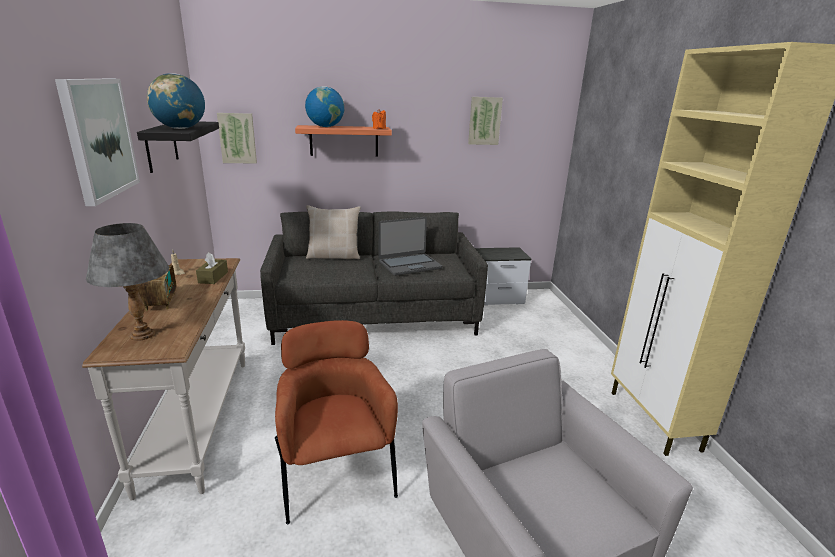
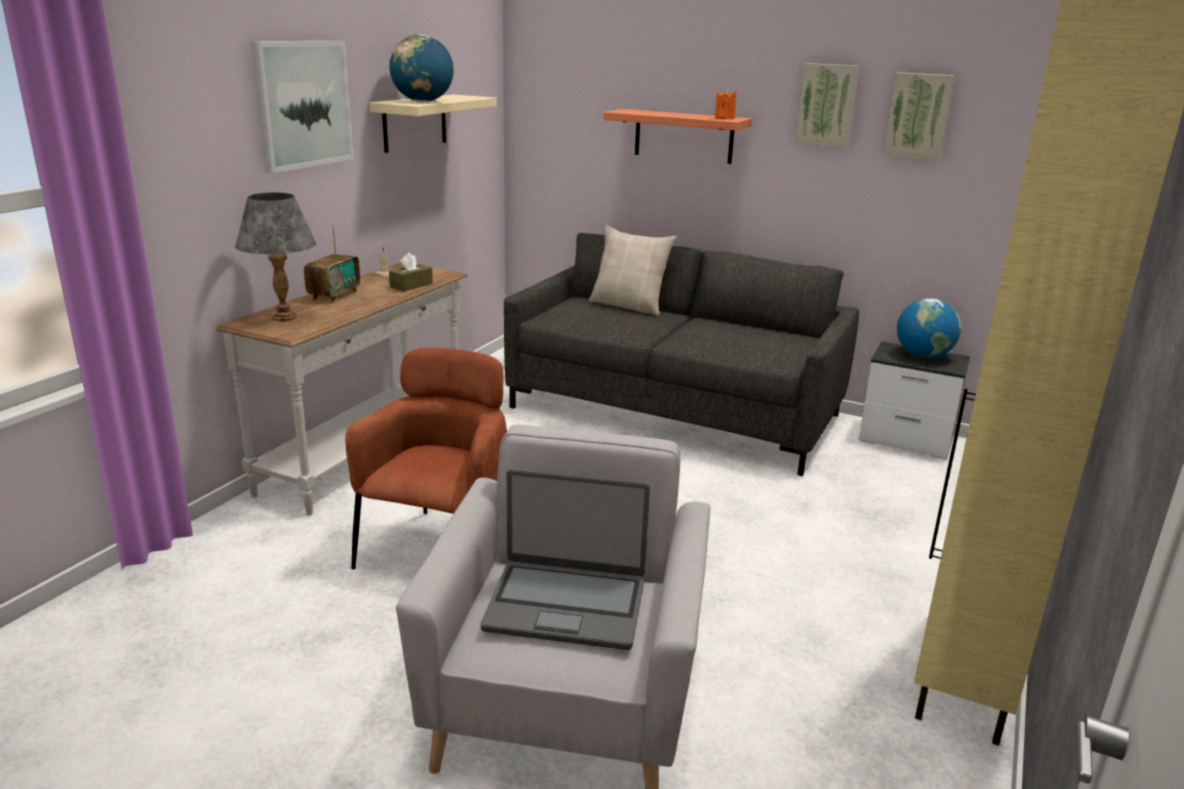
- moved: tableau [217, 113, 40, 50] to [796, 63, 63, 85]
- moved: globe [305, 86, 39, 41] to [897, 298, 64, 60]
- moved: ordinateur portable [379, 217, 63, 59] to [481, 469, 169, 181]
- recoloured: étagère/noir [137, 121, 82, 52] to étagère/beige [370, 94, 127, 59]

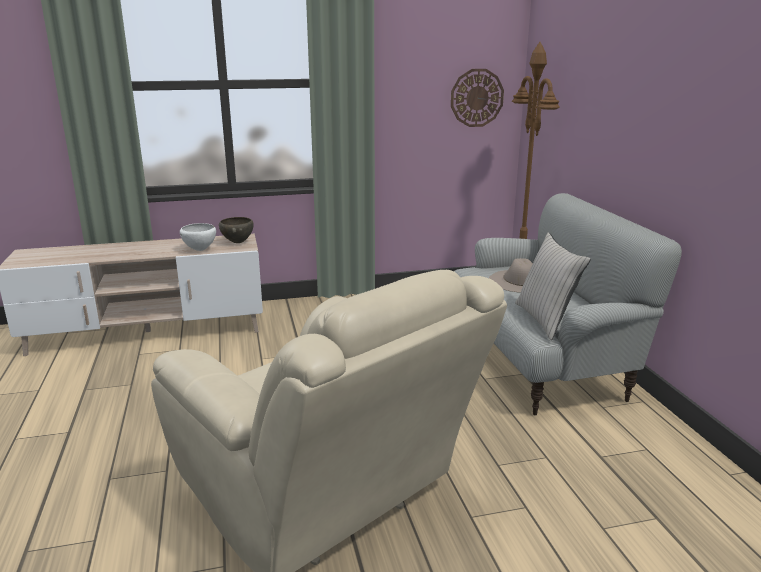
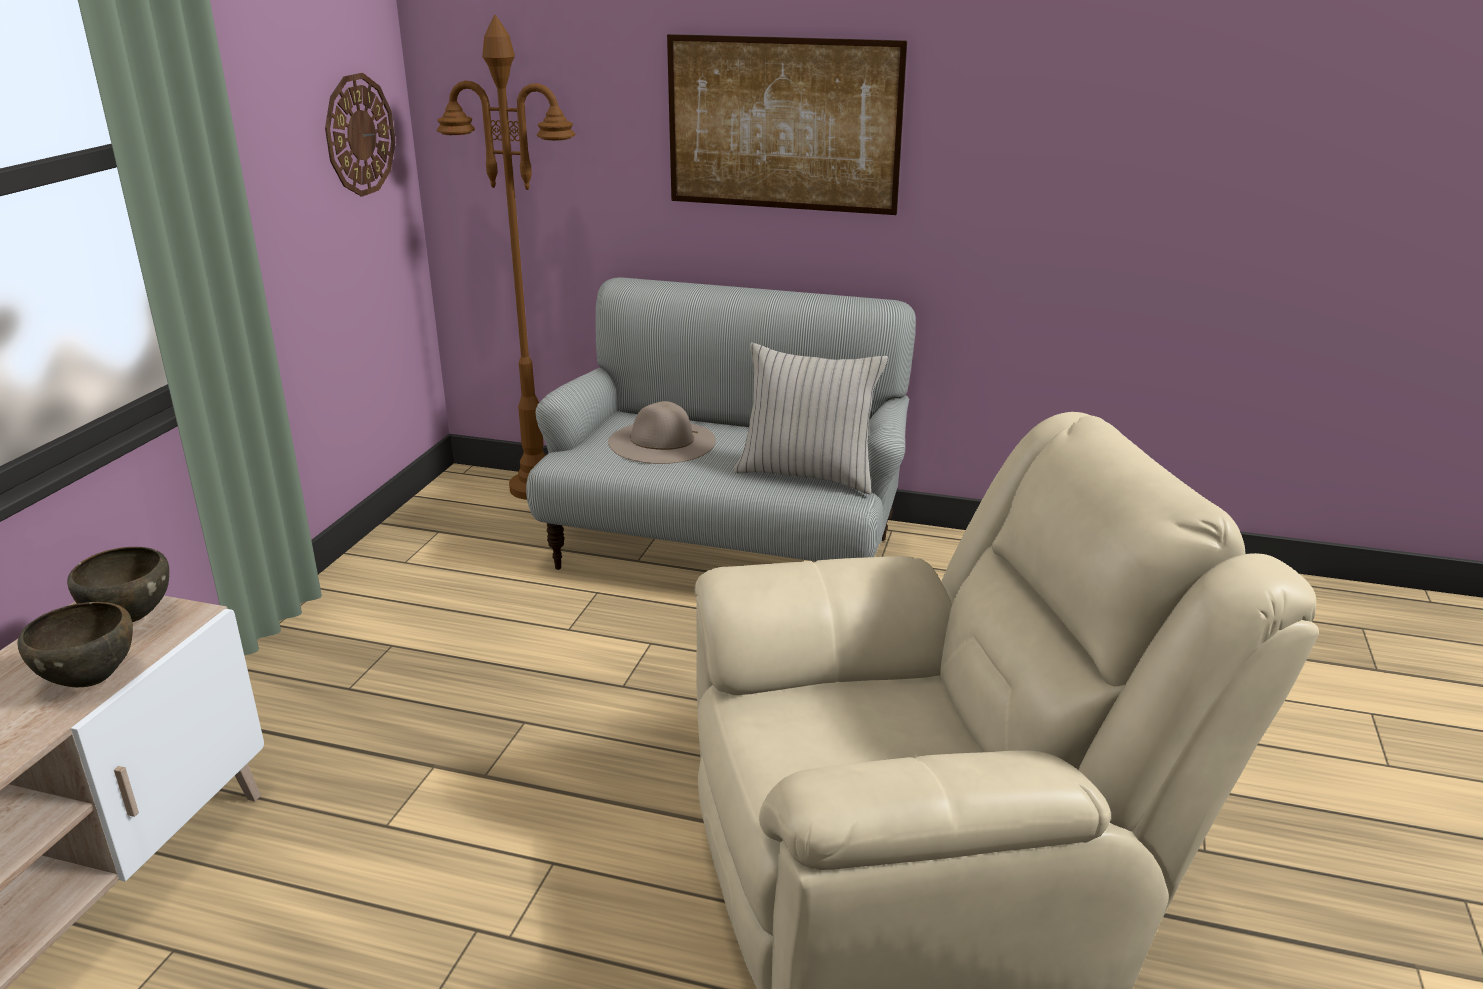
- added: tableau [667, 34, 240, 181]
- recoloured: bol/blanc [180, 223, 36, 28] to bol/marron [18, 602, 115, 85]

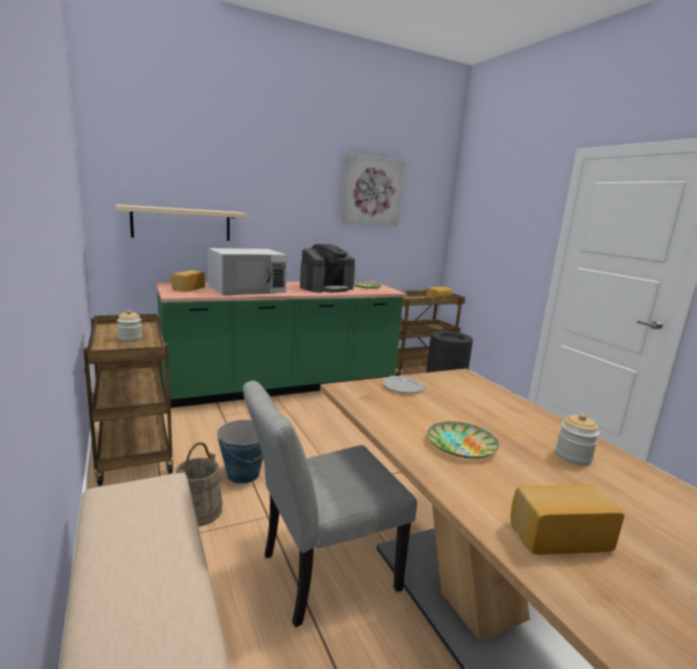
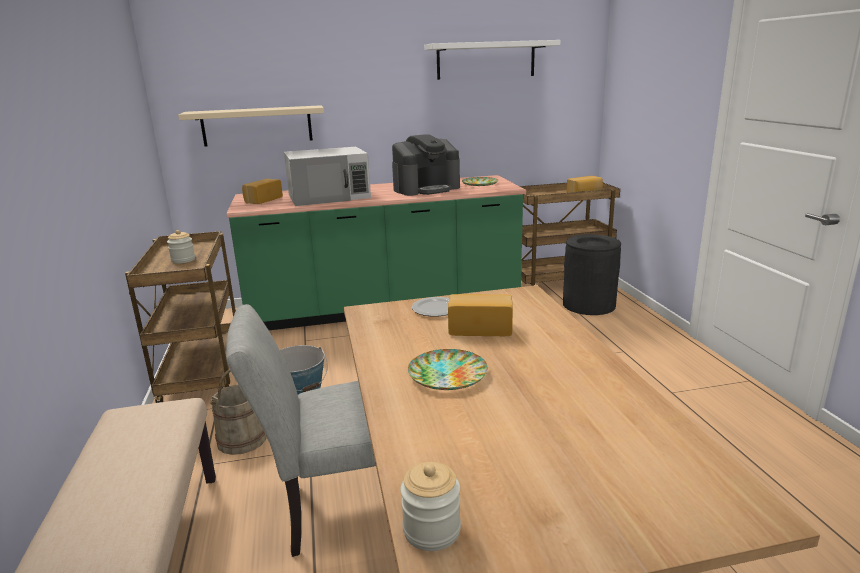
- moved: pain [511, 485, 113, 70] to [448, 294, 65, 42]
- moved: bocal [555, 414, 45, 52] to [400, 462, 61, 89]
- replaced: tableau [341, 153, 64, 73] to étagère/blanc [424, 40, 137, 40]

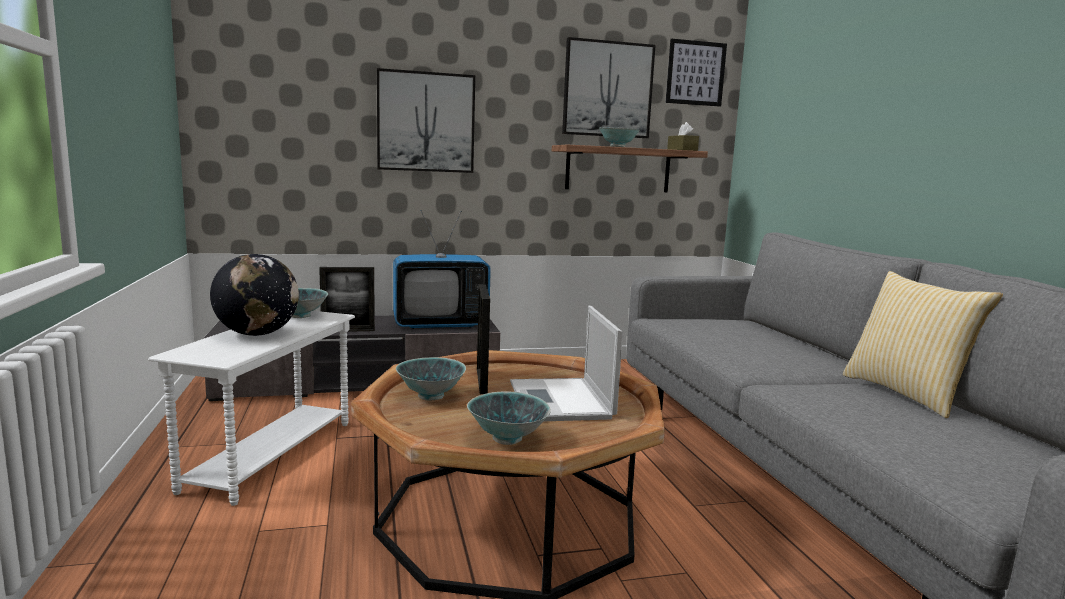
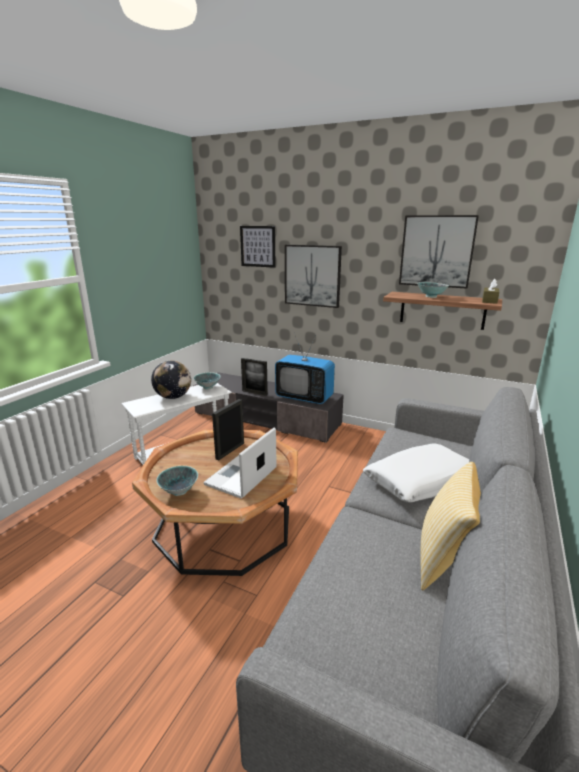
- removed: bol [396, 357, 70, 44]
- added: coussin/blanc [363, 443, 106, 60]
- moved: tableau [666, 38, 61, 69] to [240, 226, 36, 42]

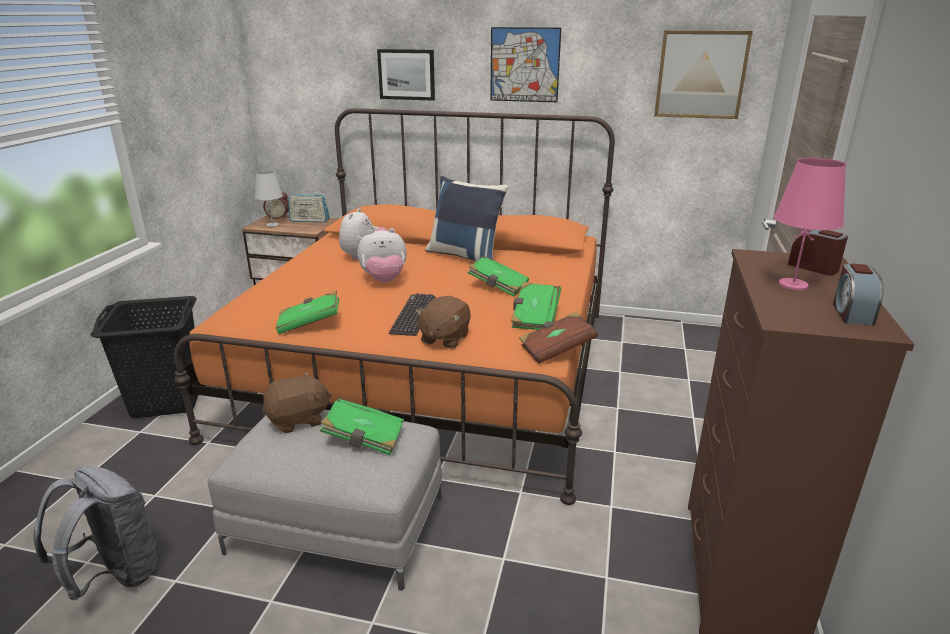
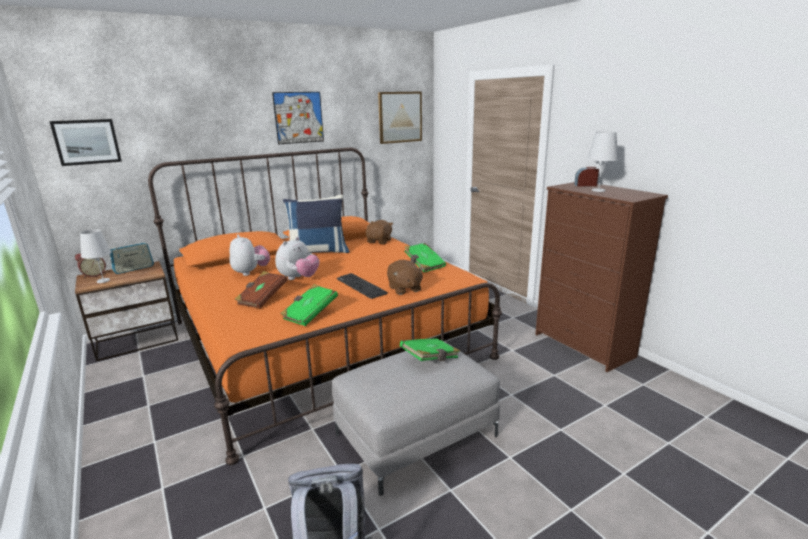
- removed: panier à linge/noir [90, 296, 108, 122]
- removed: livre/vert [468, 256, 61, 41]
- removed: réveil [833, 263, 50, 63]
- moved: peluche/marron [263, 371, 69, 62] to [366, 220, 27, 24]
- moved: tableau [377, 49, 58, 52] to [49, 119, 73, 47]
- moved: livre/marron [519, 311, 79, 53] to [235, 271, 53, 37]
- recoloured: lampe de table/rose [774, 158, 72, 132] to lampe de table/blanc [587, 131, 31, 61]

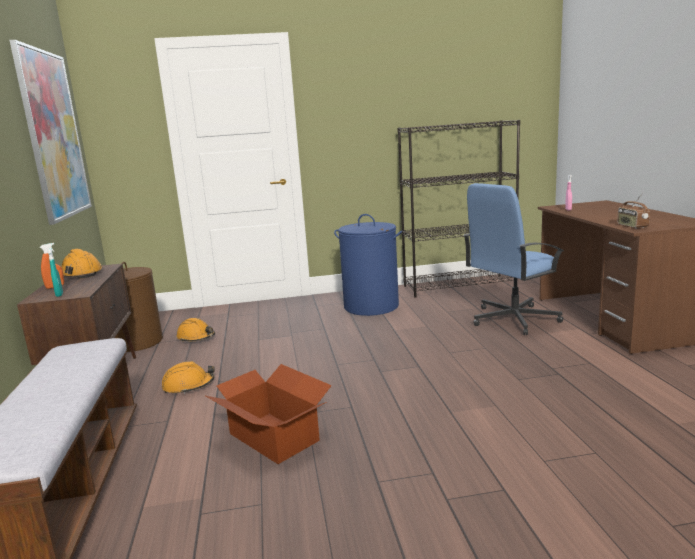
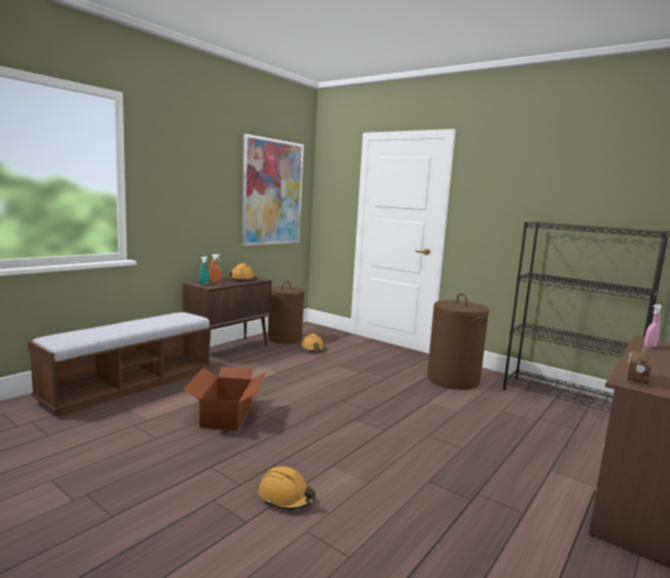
- removed: chaise de bureau/bleu [464, 183, 100, 152]
- moved: casque de chantier/orange [162, 361, 53, 33] to [258, 466, 57, 44]
- recoloured: panier à linge/bleu [334, 214, 68, 102] to panier à linge/marron [427, 293, 63, 97]

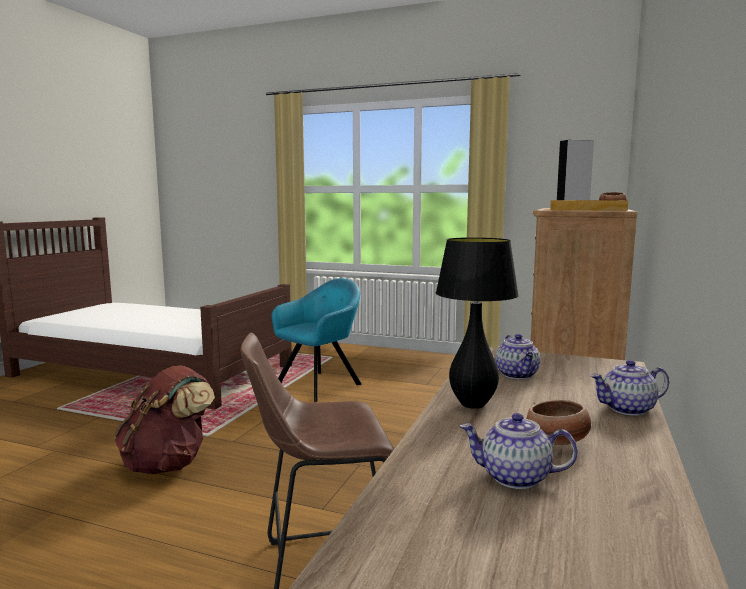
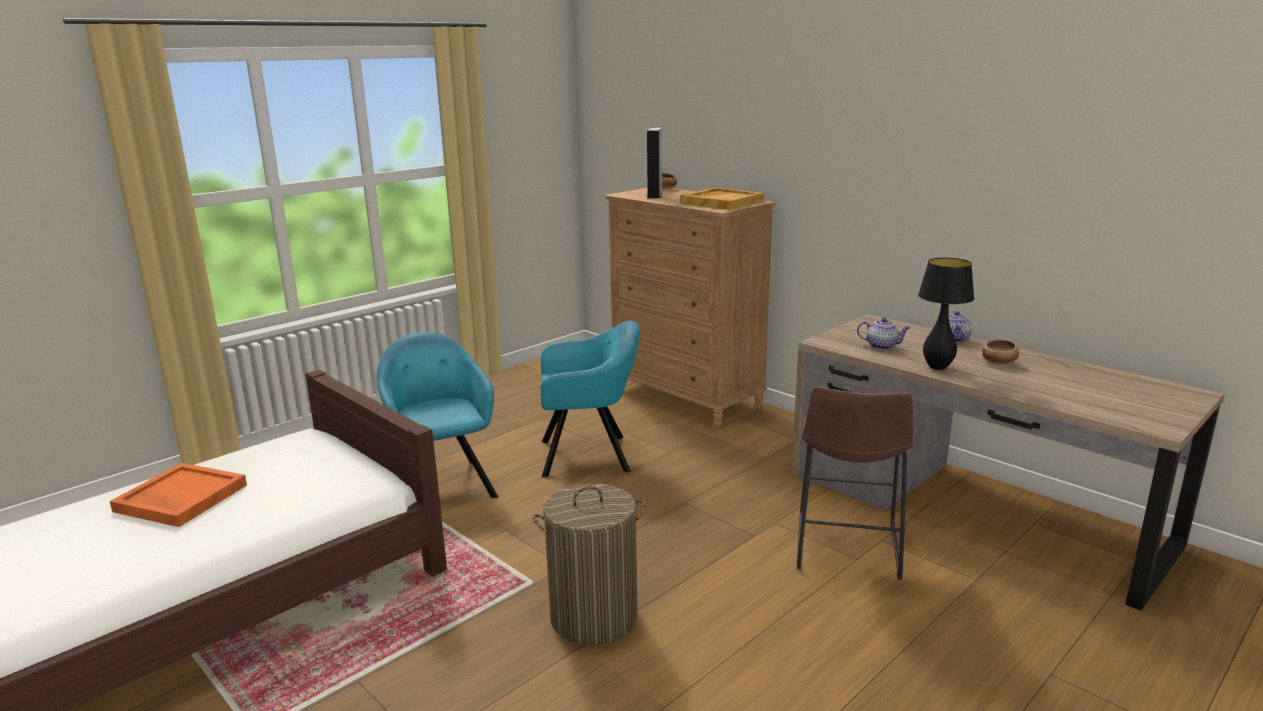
- removed: théière [460, 413, 118, 76]
- added: plateau/orange [110, 463, 137, 64]
- added: fauteuil/turquoise [540, 320, 100, 158]
- replaced: sac à dos/marron [114, 365, 101, 109] to panier à linge [533, 483, 113, 162]

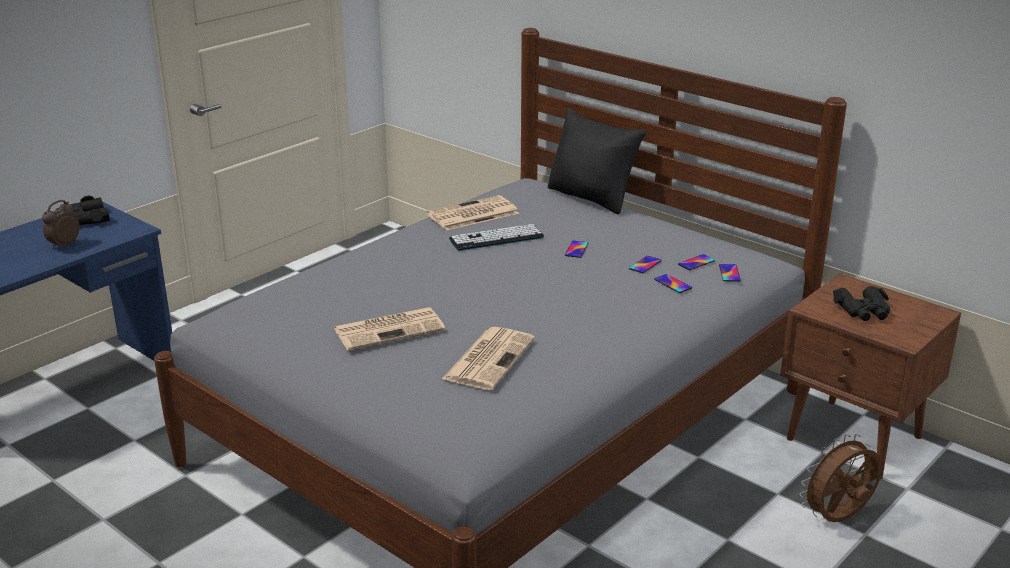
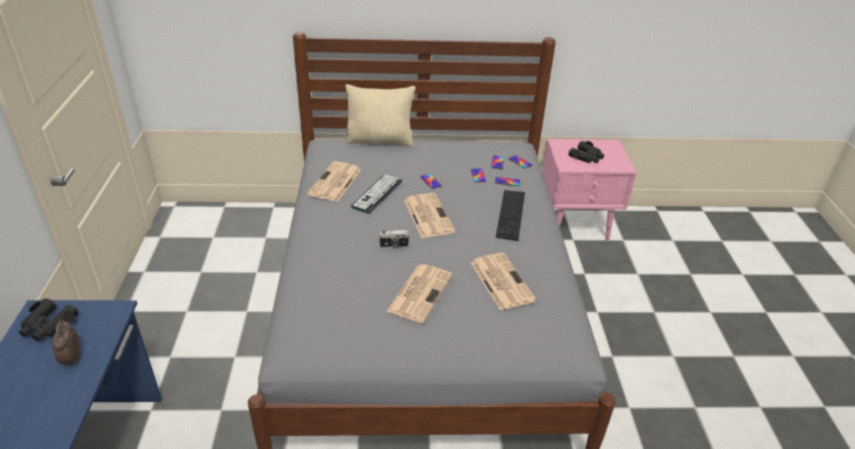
- removed: ventilateur/marron [800, 434, 82, 88]
- added: appareil photo [379, 230, 31, 18]
- added: journal [404, 193, 51, 45]
- added: clavier [496, 190, 29, 51]
- recoloured: coussin/noir [547, 108, 99, 106] to coussin/beige [345, 84, 71, 63]
- recoloured: table de chevet/marron [780, 273, 181, 206] to table de chevet/rose [542, 139, 94, 103]

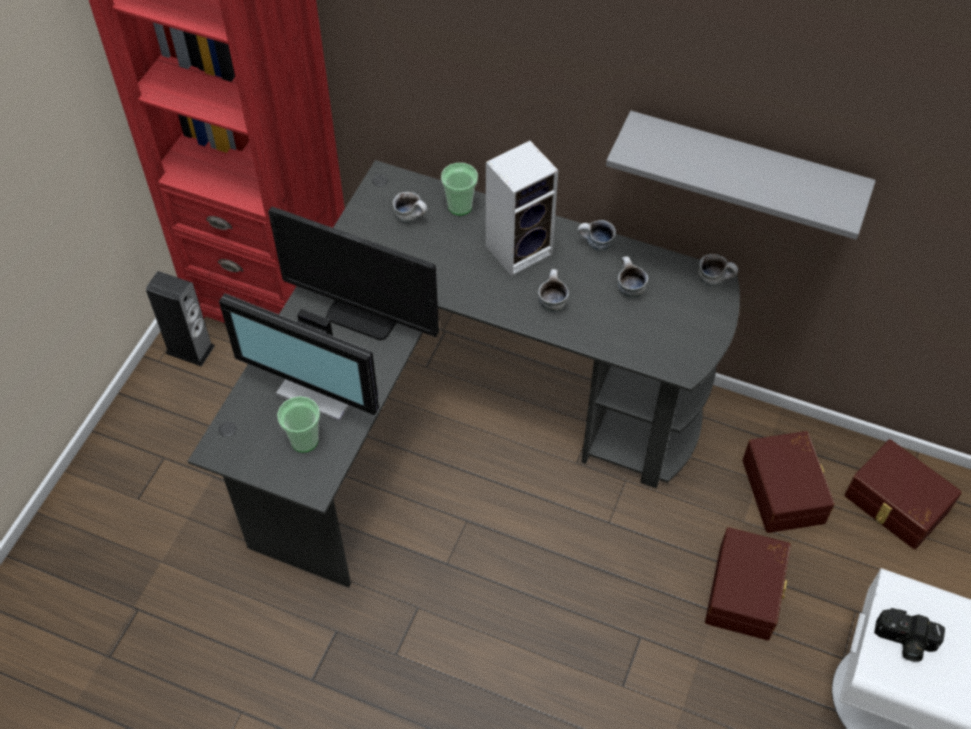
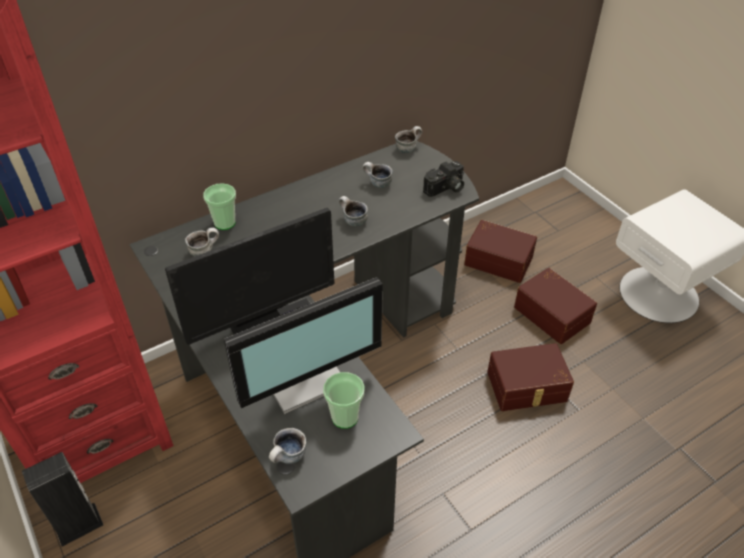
- removed: enceinte [486, 141, 72, 135]
- removed: étagère/gris [606, 111, 270, 129]
- moved: mug [578, 220, 38, 31] to [269, 428, 37, 36]
- moved: boîte de rangement/marron [845, 439, 117, 110] to [487, 343, 87, 68]
- moved: appareil photo [874, 608, 71, 54] to [423, 161, 41, 36]

